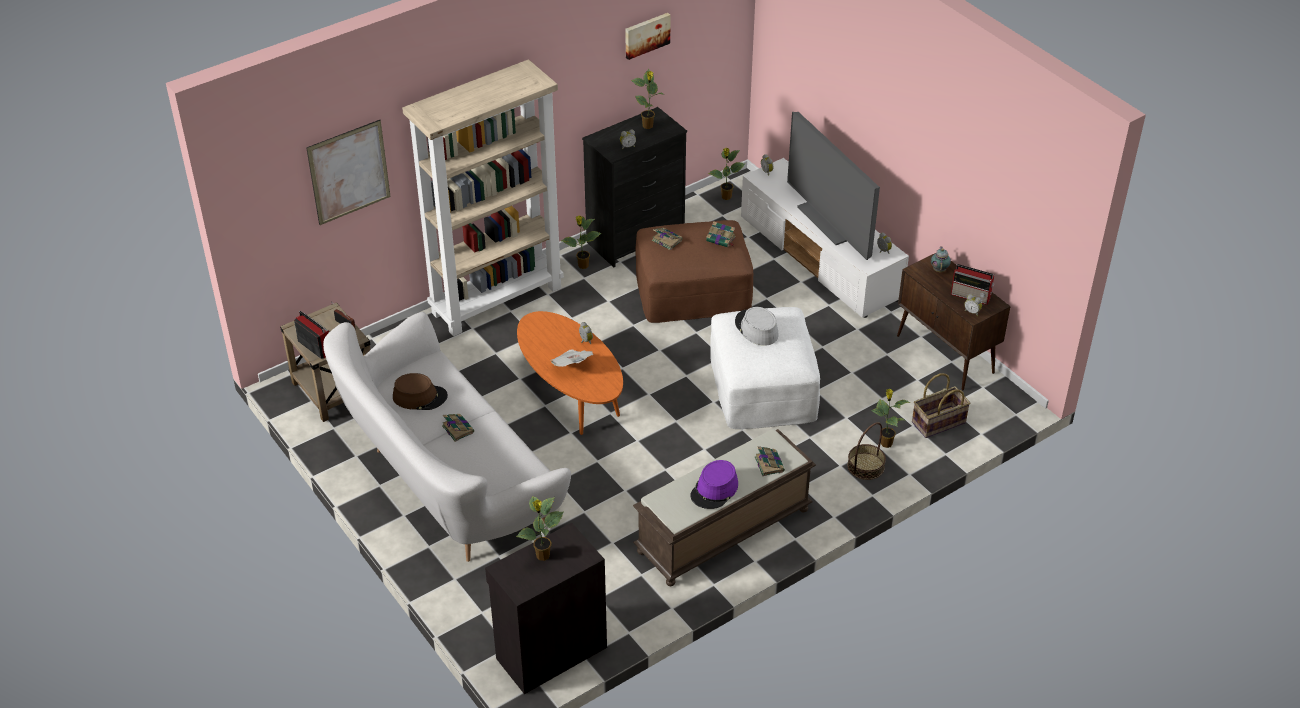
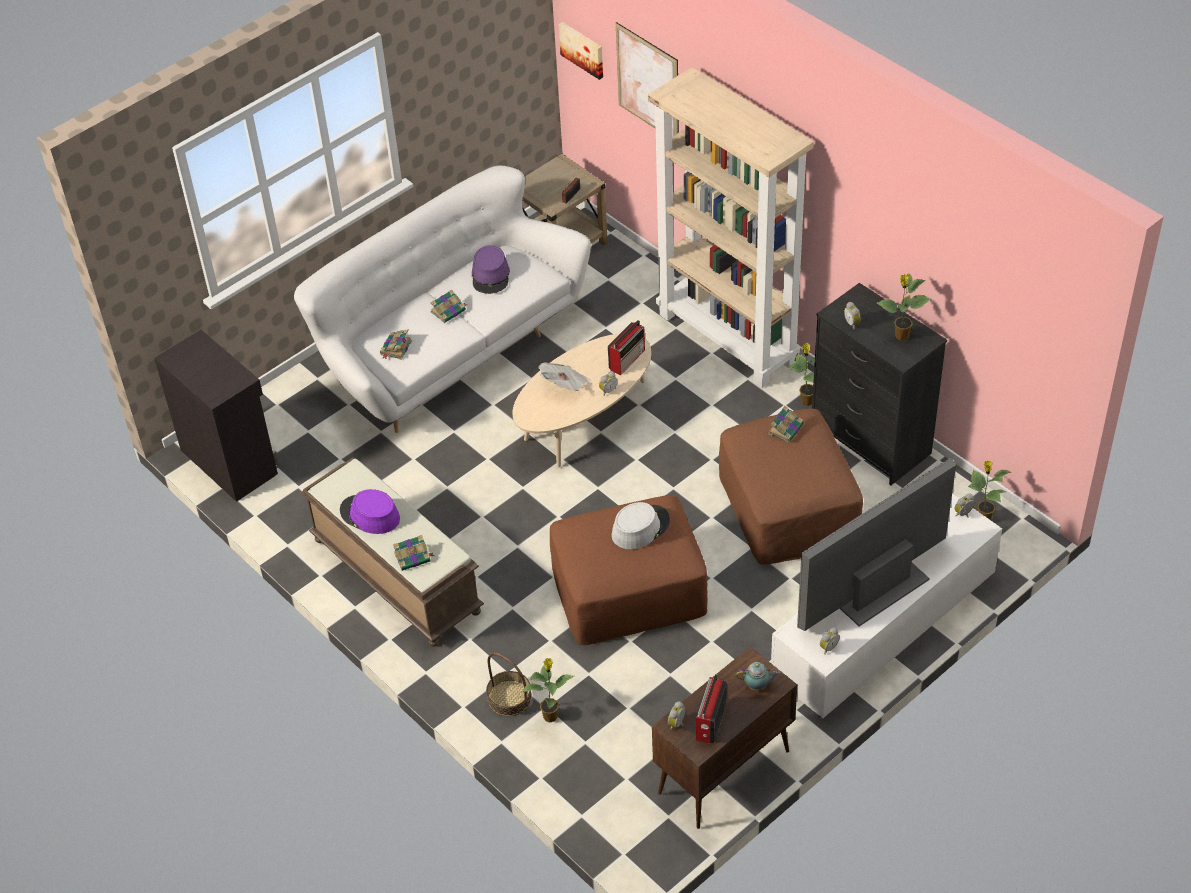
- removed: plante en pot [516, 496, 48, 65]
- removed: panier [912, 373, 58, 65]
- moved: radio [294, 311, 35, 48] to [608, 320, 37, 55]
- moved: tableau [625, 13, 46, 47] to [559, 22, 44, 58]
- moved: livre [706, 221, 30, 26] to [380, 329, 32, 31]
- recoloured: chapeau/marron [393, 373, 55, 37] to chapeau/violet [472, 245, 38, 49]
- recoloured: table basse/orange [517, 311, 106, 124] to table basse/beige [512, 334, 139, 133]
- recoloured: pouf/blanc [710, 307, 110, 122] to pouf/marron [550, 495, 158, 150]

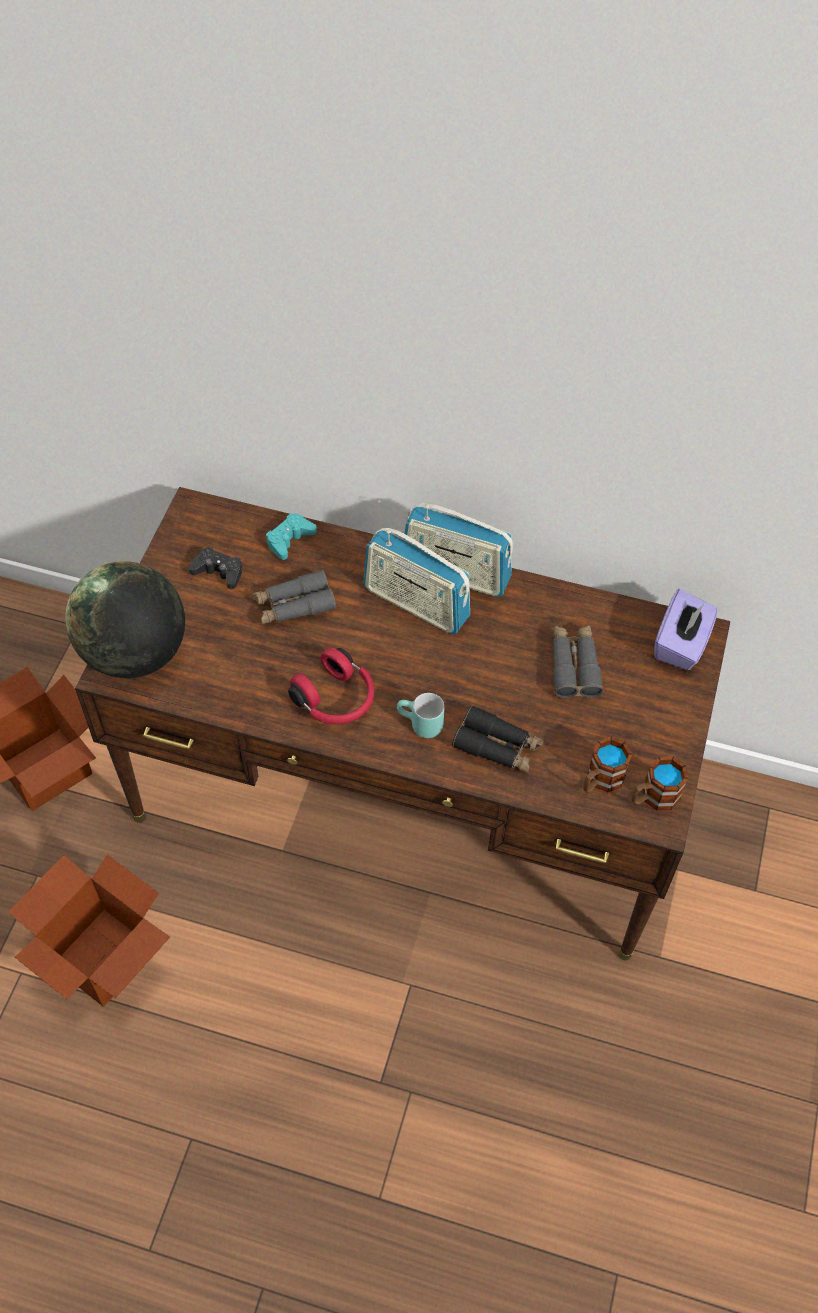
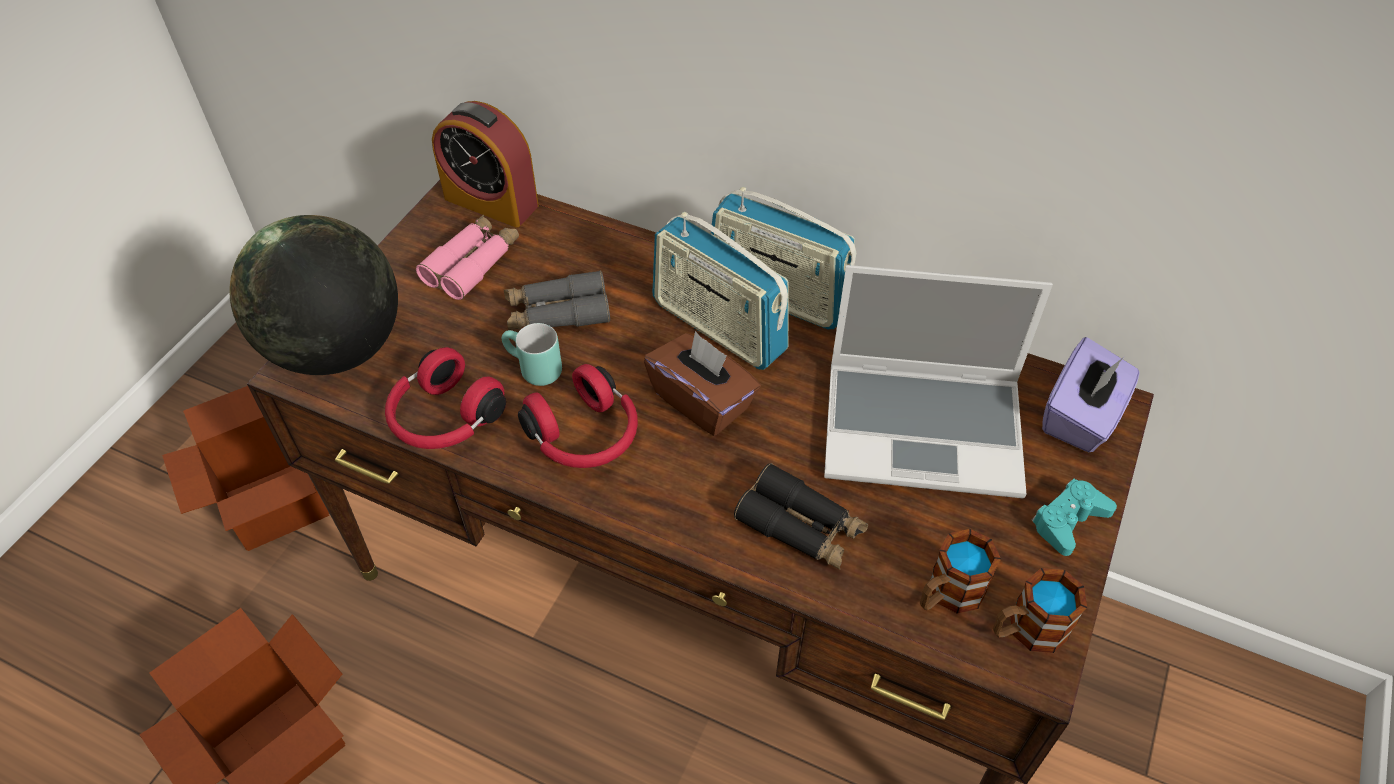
- added: casque audio/rouge [385, 347, 121, 102]
- added: réveil [432, 101, 107, 126]
- added: boîte à mouchoirs/marron [644, 331, 117, 105]
- moved: manette/turquoise [266, 513, 51, 47] to [1032, 479, 85, 77]
- moved: mug/turquoise [397, 693, 48, 45] to [502, 323, 60, 63]
- replaced: manette/noir [189, 547, 53, 42] to jumelles/rose [416, 214, 103, 86]
- replaced: jumelles/gris [553, 625, 51, 73] to ordinateur portable [824, 265, 229, 233]

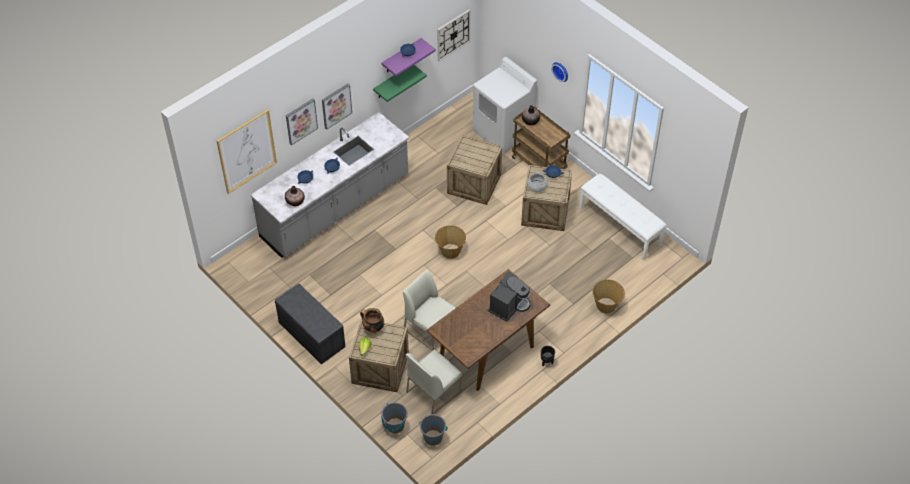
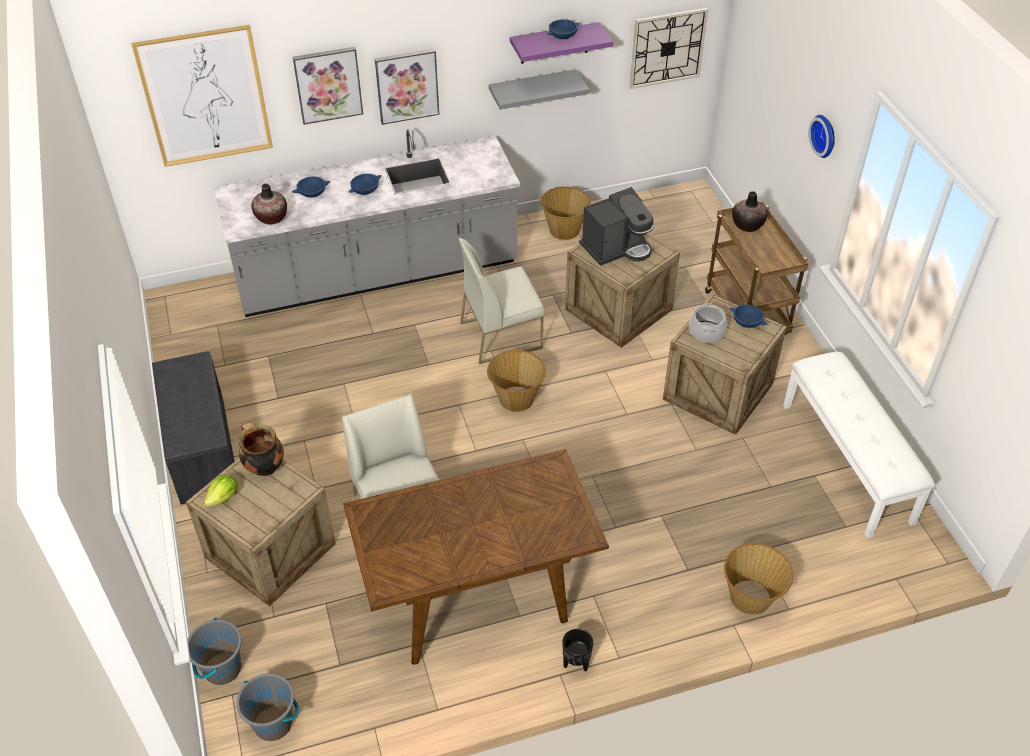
- removed: lave-linge/blanc [473, 57, 64, 97]
- added: panier [540, 186, 51, 54]
- moved: chaise/blanc [405, 350, 57, 64] to [458, 238, 87, 126]
- moved: machine à café [487, 271, 44, 51] to [579, 187, 75, 79]
- recoloured: étagère/vert [373, 65, 54, 37] to étagère/gris [489, 69, 100, 41]

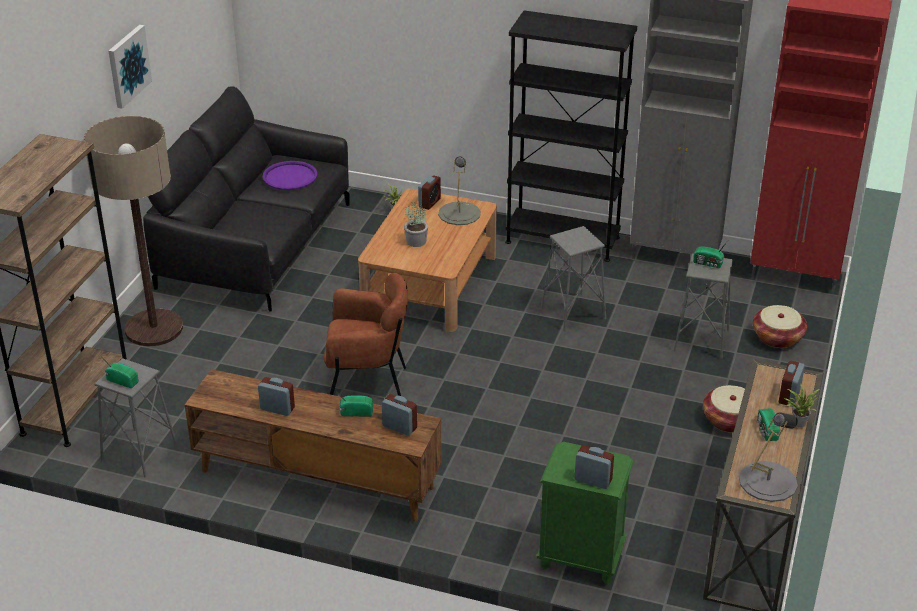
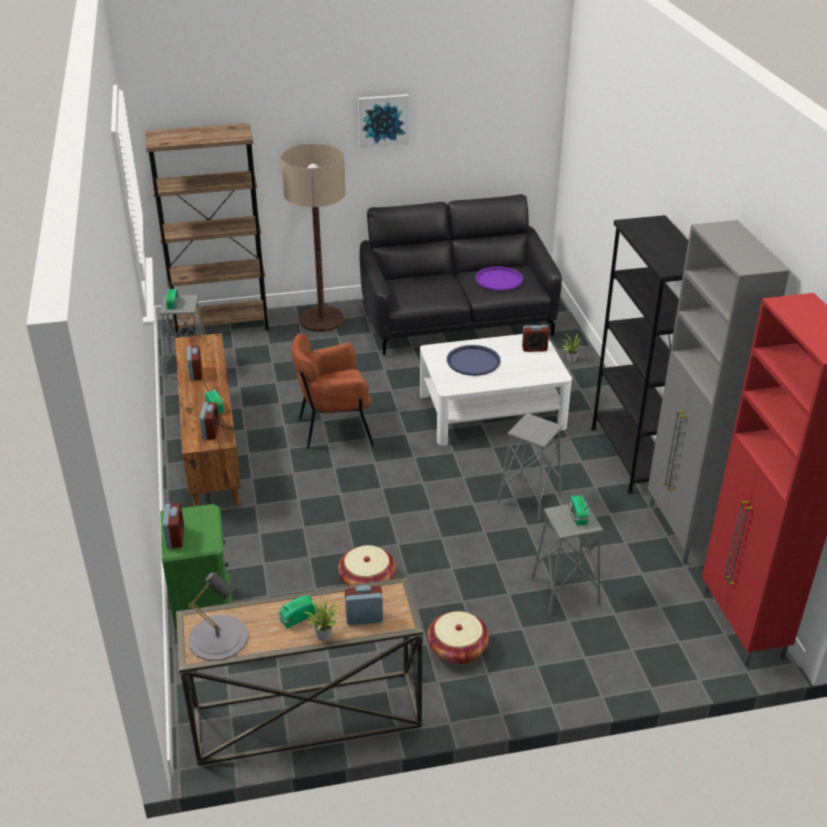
- removed: lampe de table/gris [438, 156, 43, 69]
- moved: panier [753, 305, 54, 43] to [338, 545, 58, 41]
- replaced: plante en pot [404, 202, 24, 45] to plateau/bleu [447, 345, 54, 31]
- recoloured: table basse/marron [358, 189, 139, 143] to table basse/blanc [420, 334, 152, 112]
- turned: fauteuil/marron [324, 273, 84, 123] = [291, 333, 83, 116] 105 degrees clockwise

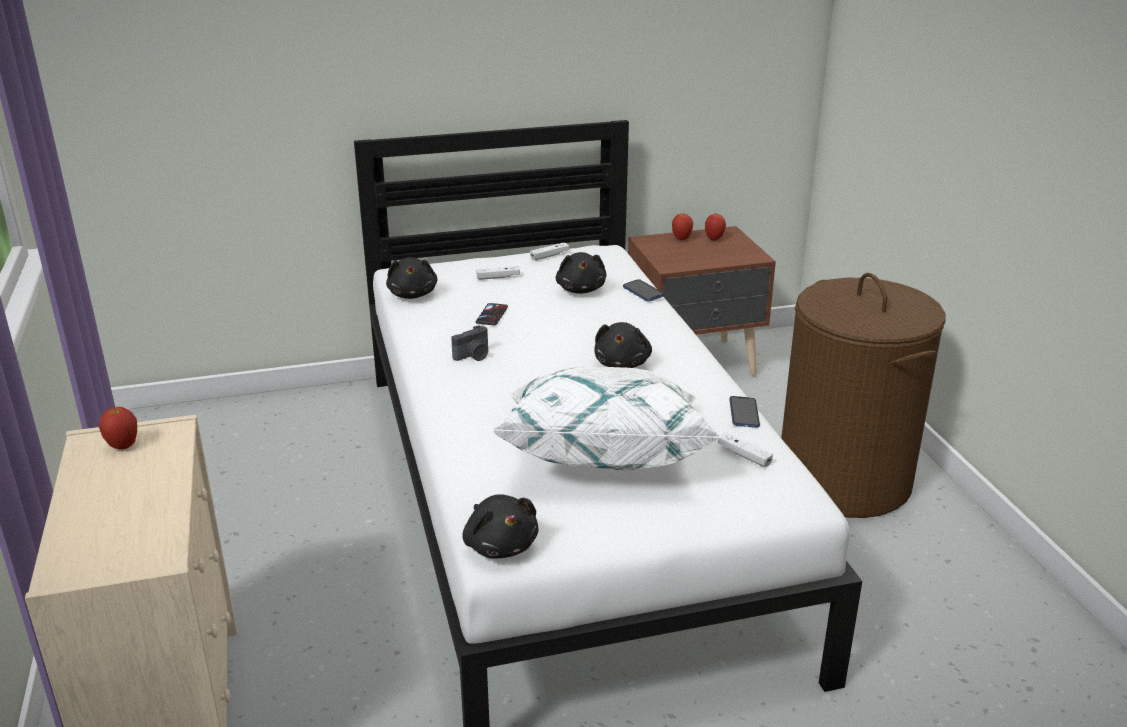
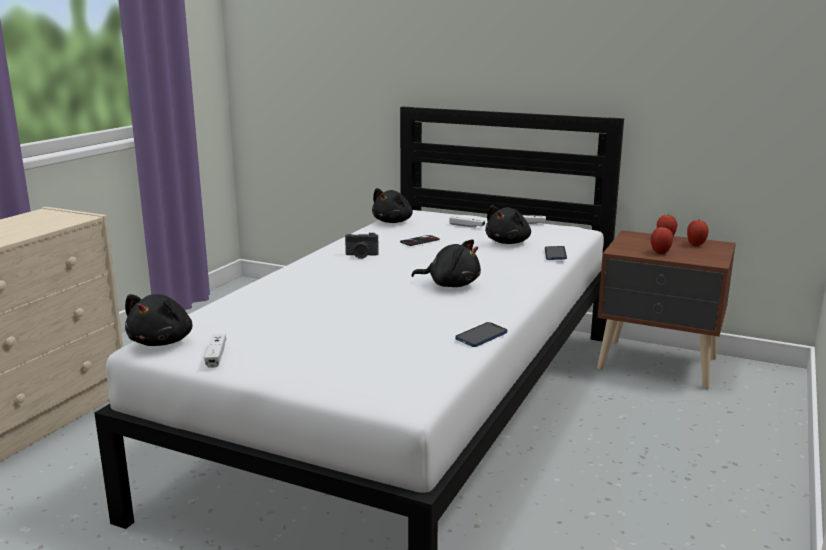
- removed: coussin/blanc [490, 367, 232, 103]
- removed: panier à linge/marron [781, 273, 165, 245]
- moved: pomme [99, 407, 38, 43] to [651, 227, 23, 27]
- moved: manette/blanc [718, 433, 55, 34] to [205, 334, 21, 34]
- turned: peluche/noir [594, 322, 58, 46] = [411, 239, 70, 48] 120 degrees counterclockwise

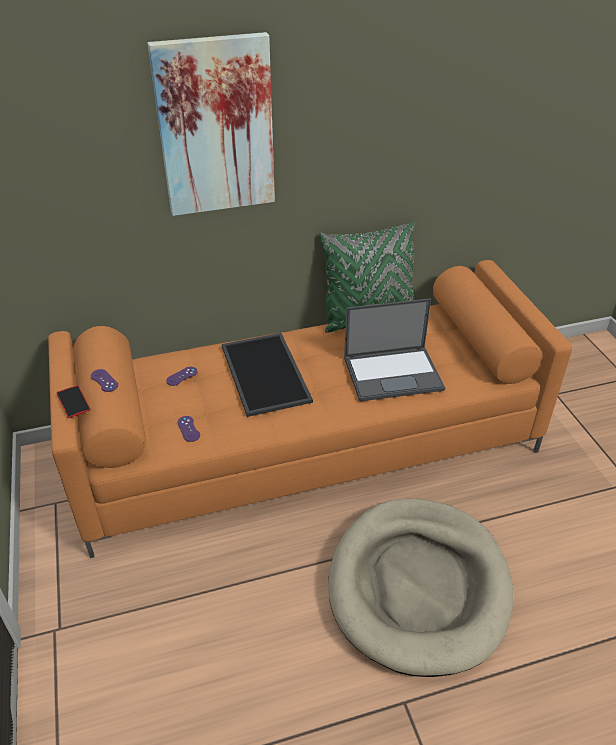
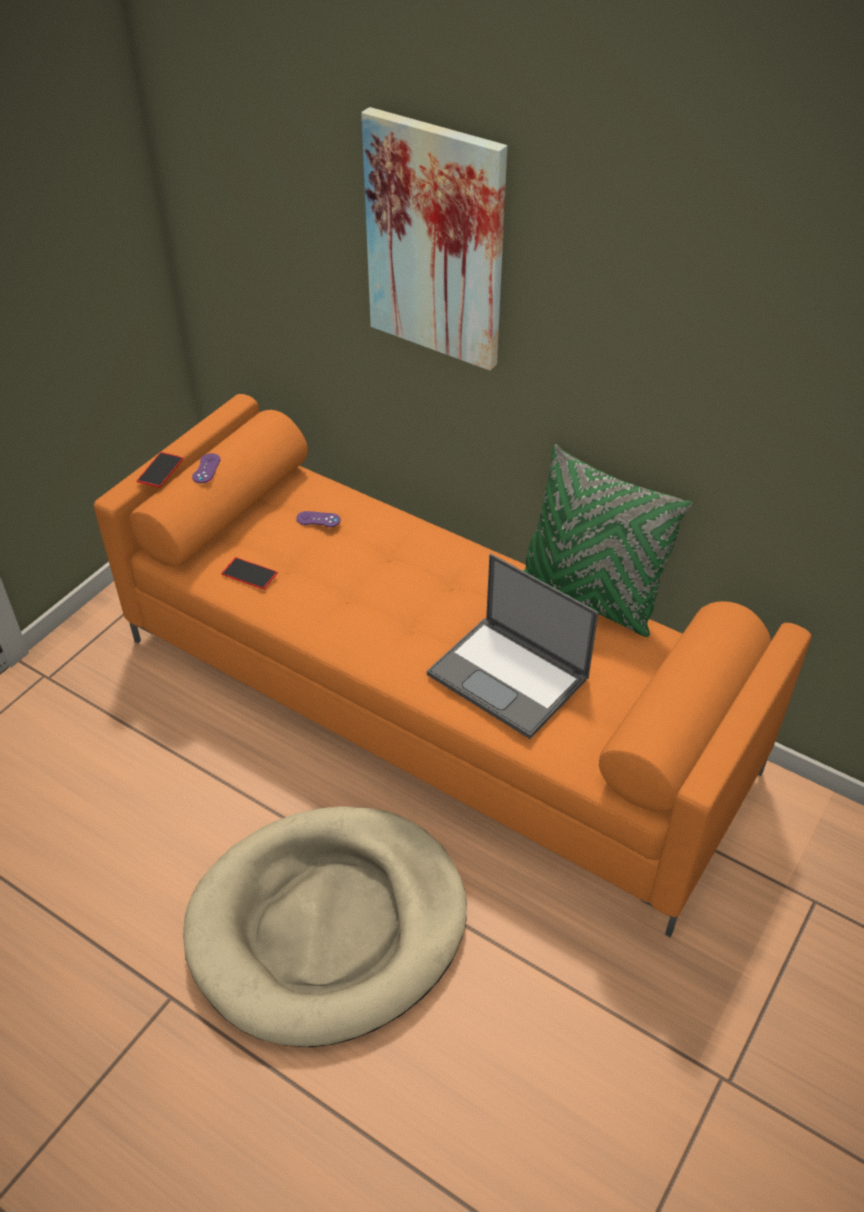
- removed: plateau [222, 333, 91, 84]
- replaced: manette/violet [177, 416, 23, 26] to téléphone [221, 557, 57, 32]

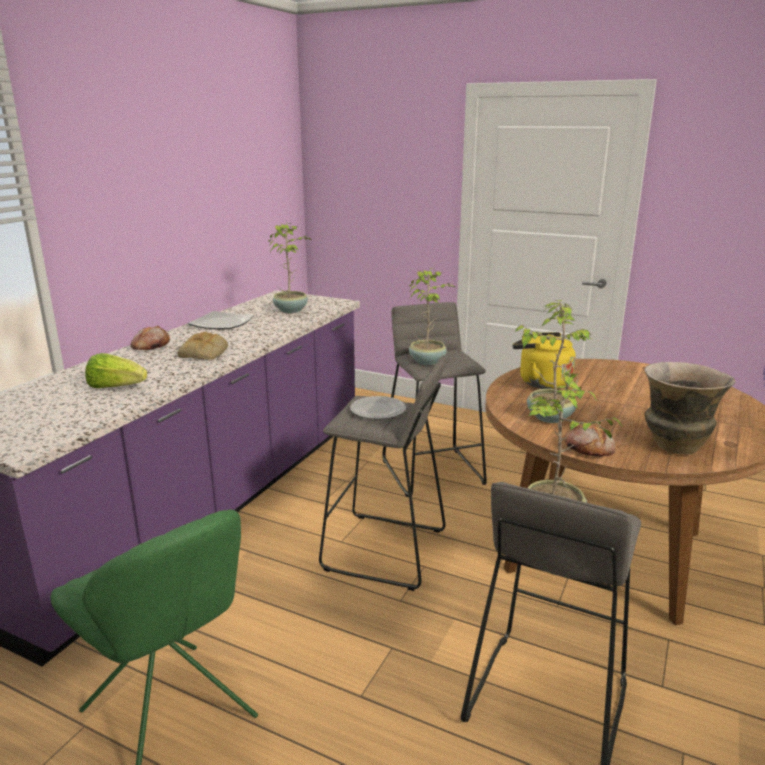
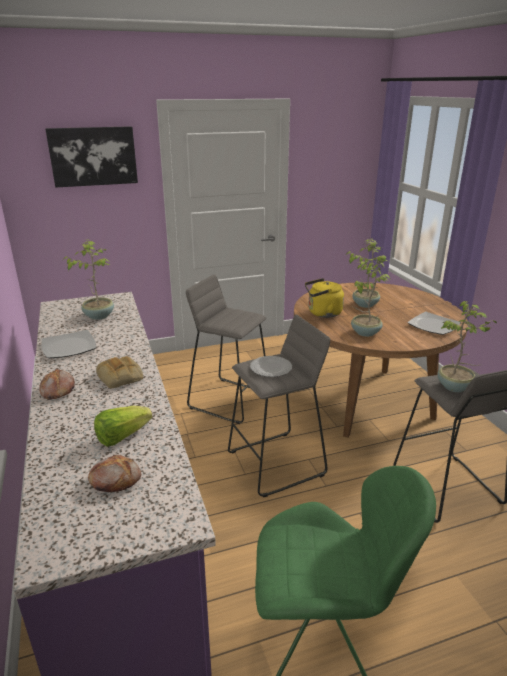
- added: tableau [45, 126, 93, 61]
- moved: plante en pot [409, 268, 47, 97] to [346, 238, 41, 70]
- moved: pain [565, 424, 51, 33] to [88, 455, 53, 37]
- replaced: vase [645, 362, 90, 92] to assiette [407, 312, 54, 23]

